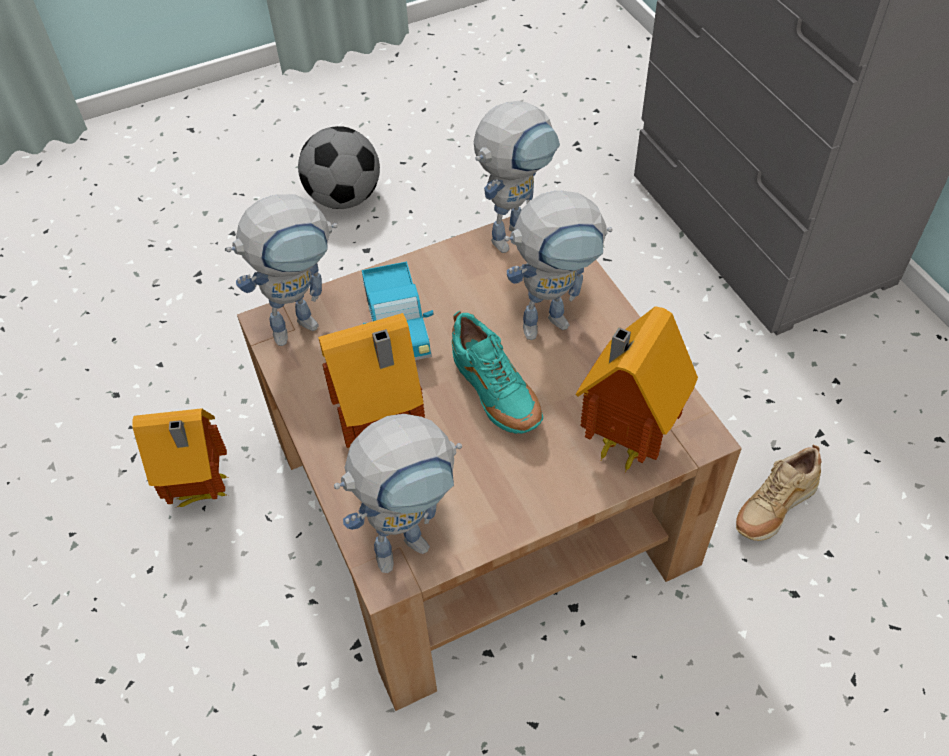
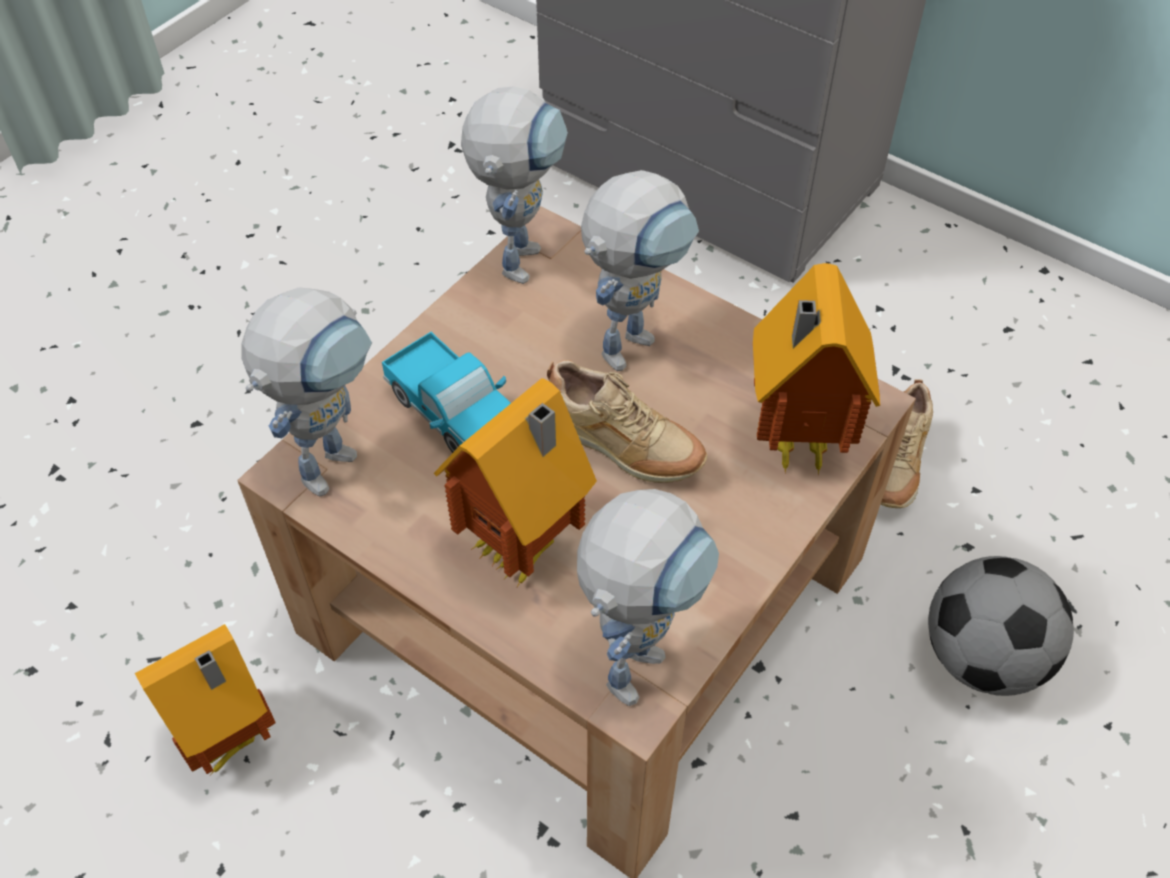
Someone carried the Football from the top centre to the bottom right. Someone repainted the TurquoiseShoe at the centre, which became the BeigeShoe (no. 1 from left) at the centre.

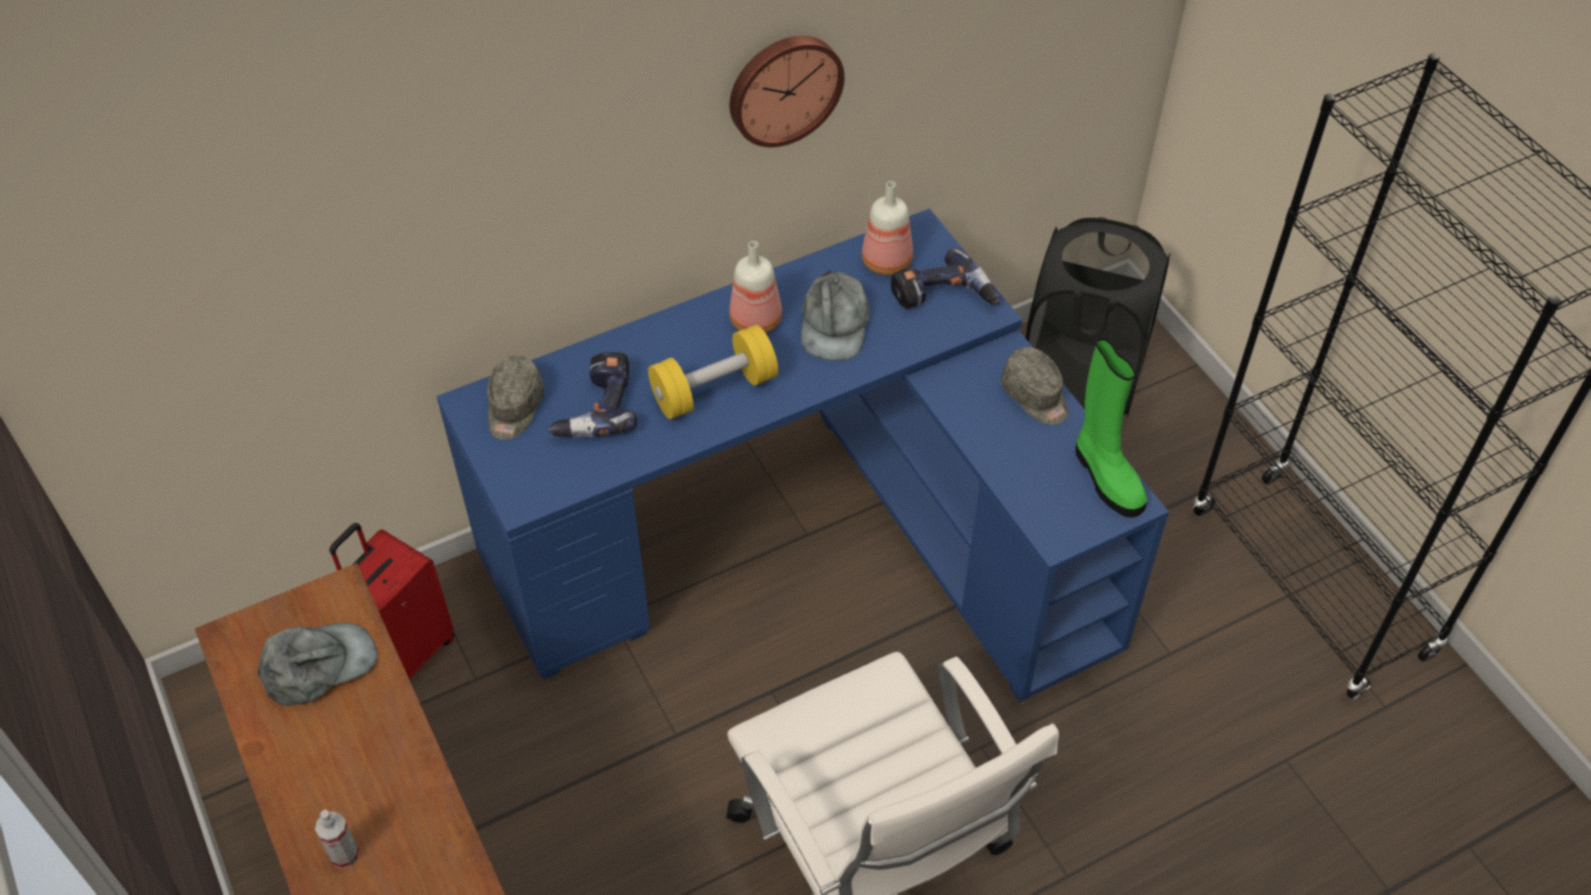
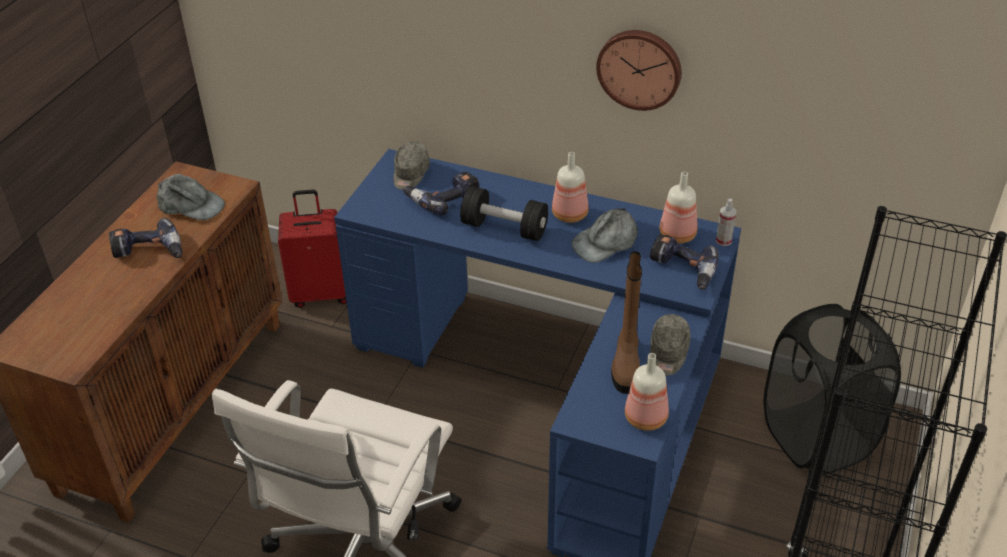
Someone put down the PowerDrill (no. 1 from left) at the middle left. Someone put down the BrownBoot at the centre. Someone carried the SprayBottle from the bottom left to the middle right. Someone swapped the GreenBoot at the middle right for the Bottle (no. 2 from left) at the bottom centre. Someone repainted the YellowDumbbell at the centre, which became the BlackDumbbell at the centre. Someone rotated the GreyCap (no. 2 from left) at the middle left by 45 degrees counterclockwise.

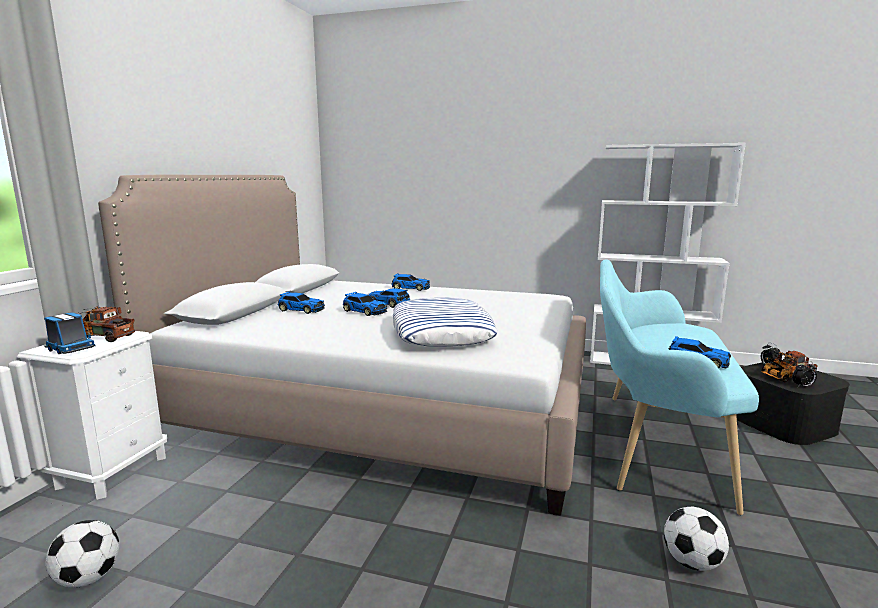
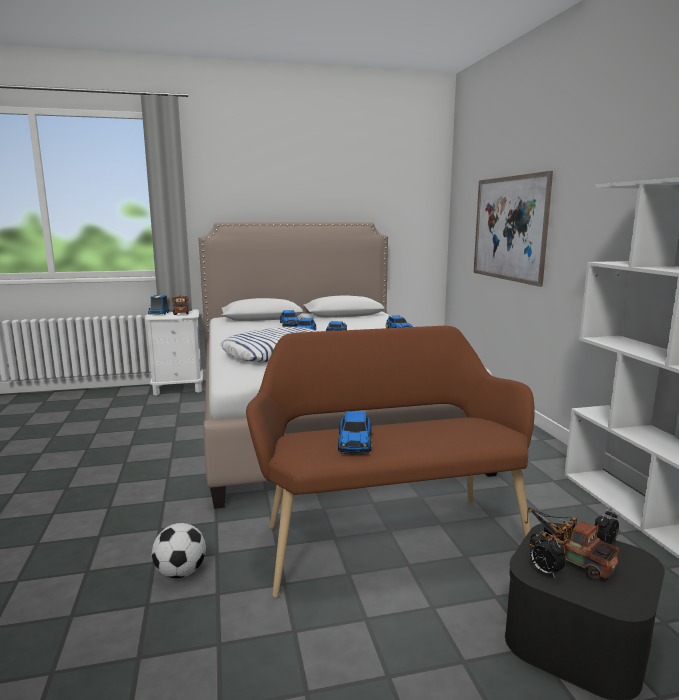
Someone took away the Football (no. 1 from left) at the bottom left. Someone put up the Picture at the top right. Someone repainted the TurquoiseBench at the middle right, which became the BrownBench at the centre.

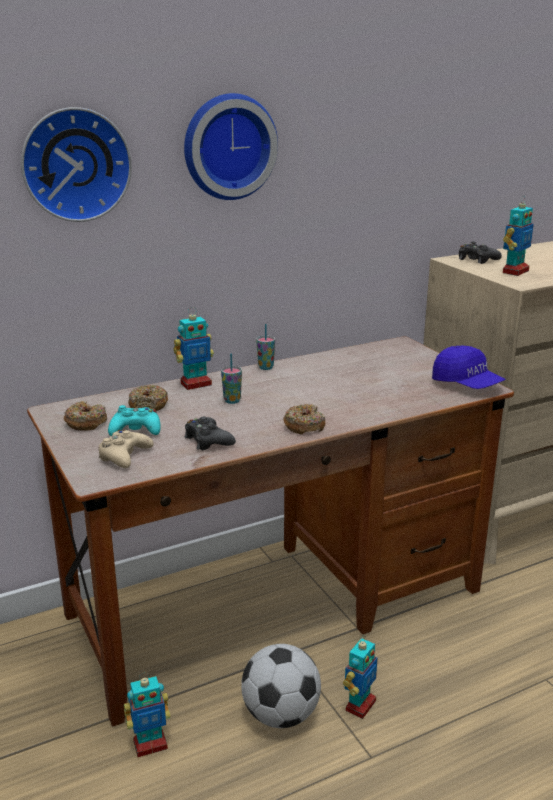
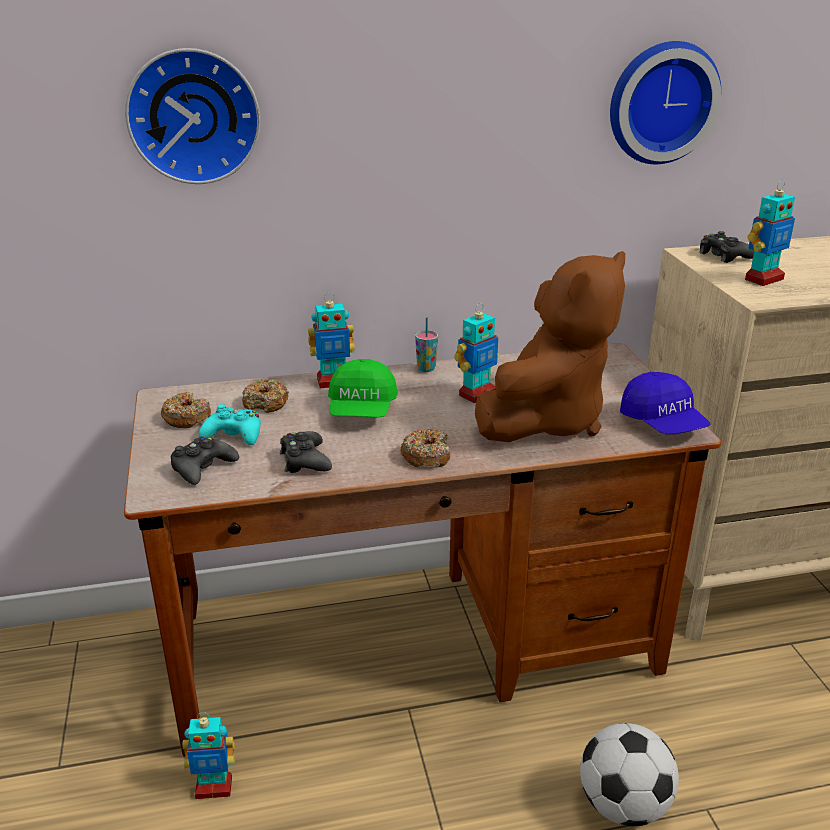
Someone put down the BrownPlushToy at the centre. Someone carried the WallClock (no. 2 from left) from the top centre to the top right. Someone carried the Football from the bottom centre to the bottom right. Someone carried the ToyRobot (no. 3 from left) from the bottom centre to the centre. Someone swapped the Cup (no. 1 from left) at the centre for the GreenCap at the centre. Someone repainted the BeigeGameController at the middle left, which became the BlackGameController (no. 1 from left) at the middle left.

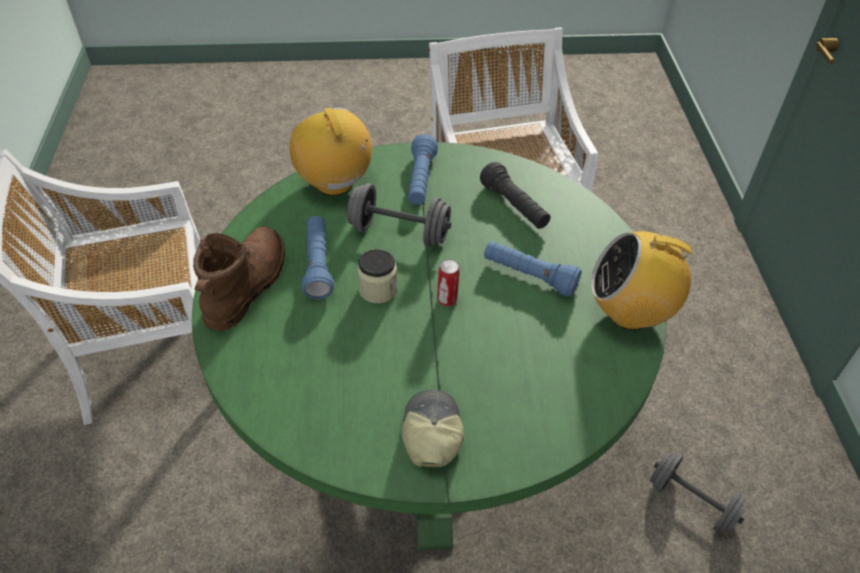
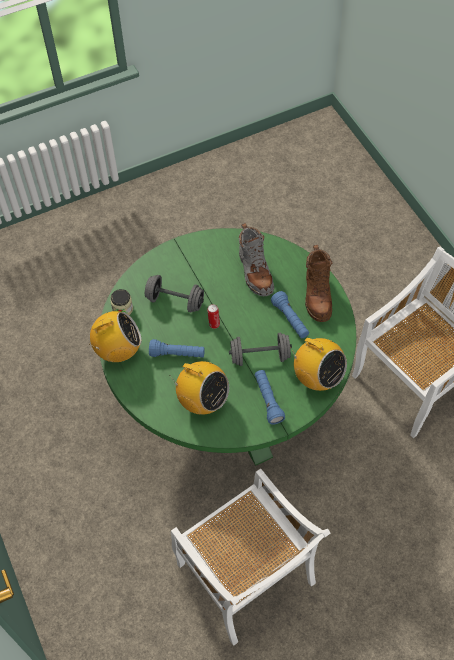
Someone took away the Cap at the bottom centre. Someone put down the GreyBoot at the centre. Someone carried the Jar from the centre to the middle left. Someone carried the GreyDumbbell (no. 2 from left in the first image) from the bottom right to the centre. Someone swapped the BlackFlashlight at the centre for the Radio (no. 2 from left) at the centre.

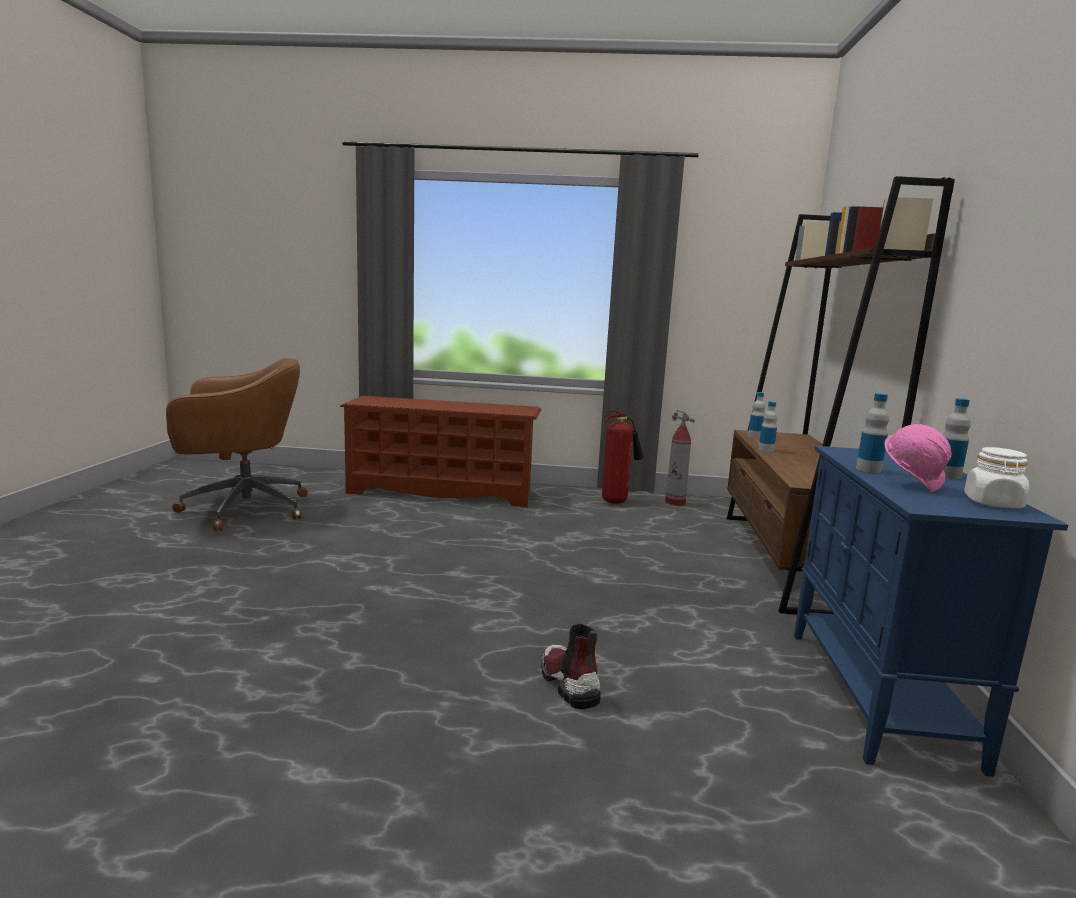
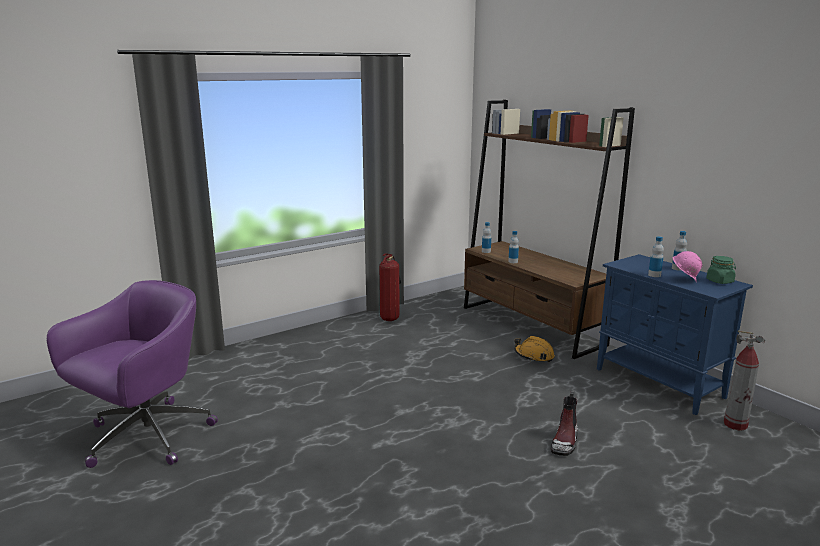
Someone took away the BrownShoeRack at the centre. Someone put down the OrangeHardHat at the centre. Someone carried the FireExtinguisher (no. 2 from left) from the centre to the bottom right. Someone repainted the BrownOfficeChair at the middle left, which became the PurpleOfficeChair at the bottom left. Someone repainted the WhiteJar at the middle right, which became the GreenJar at the middle right. Someone rotated the Boot at the bottom centre by 90 degrees counterclockwise.

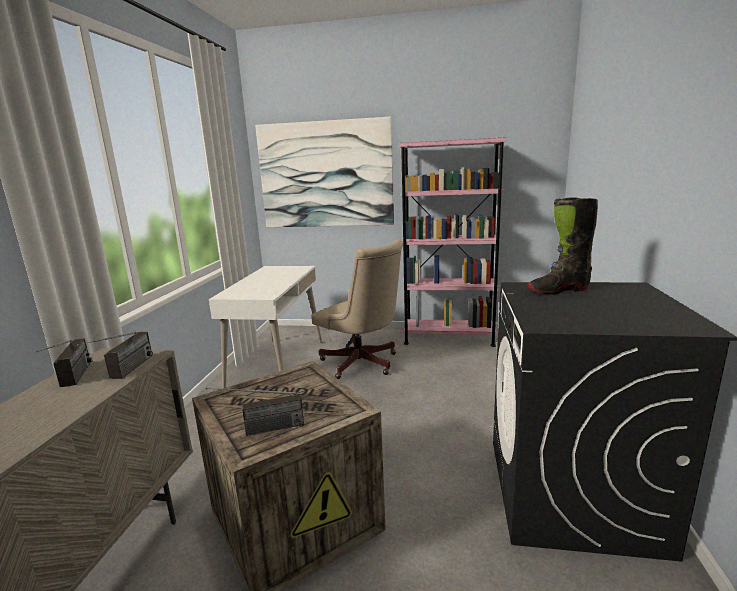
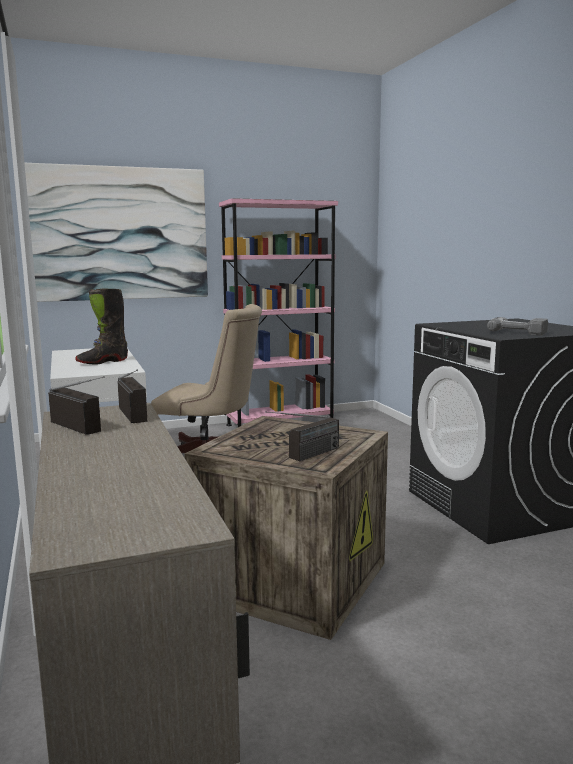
Someone put down the PowerDrill at the middle right. Someone carried the BlackBoot from the middle right to the middle left.

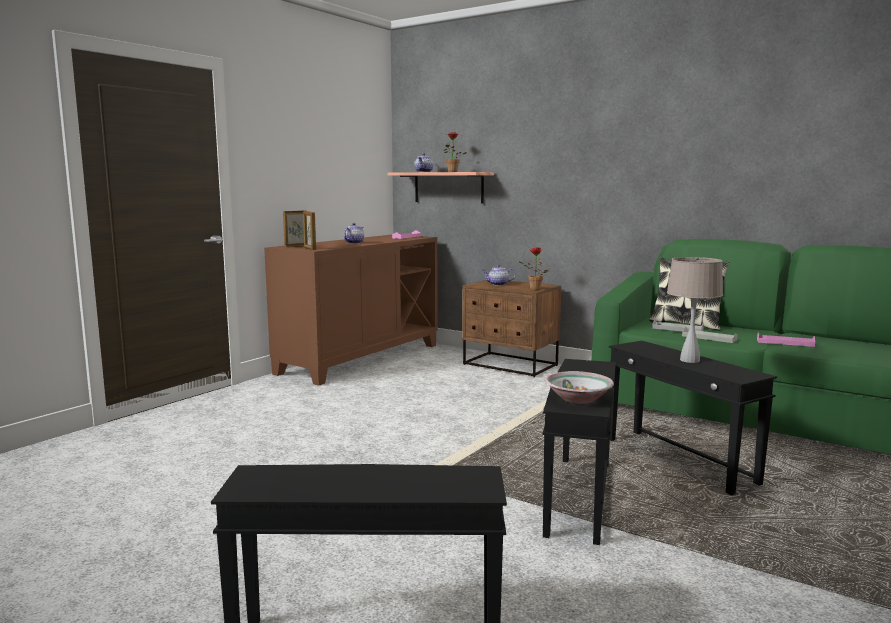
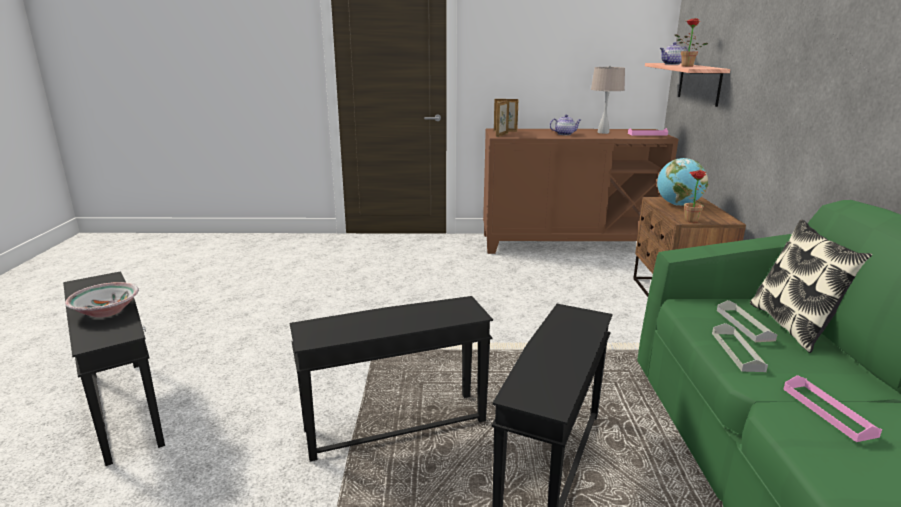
Someone carried the Bowl from the centre to the middle left. Someone carried the BeigeTableLamp from the middle right to the top right. Someone swapped the Teapot (no. 3 from left) at the centre for the Globe at the middle right.

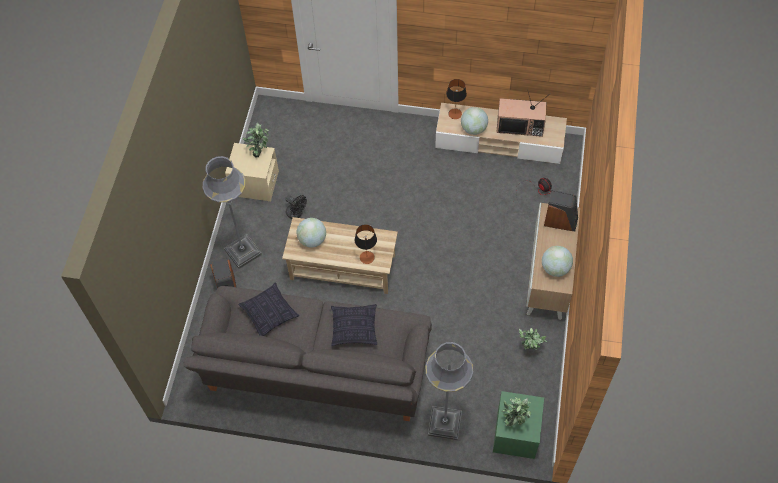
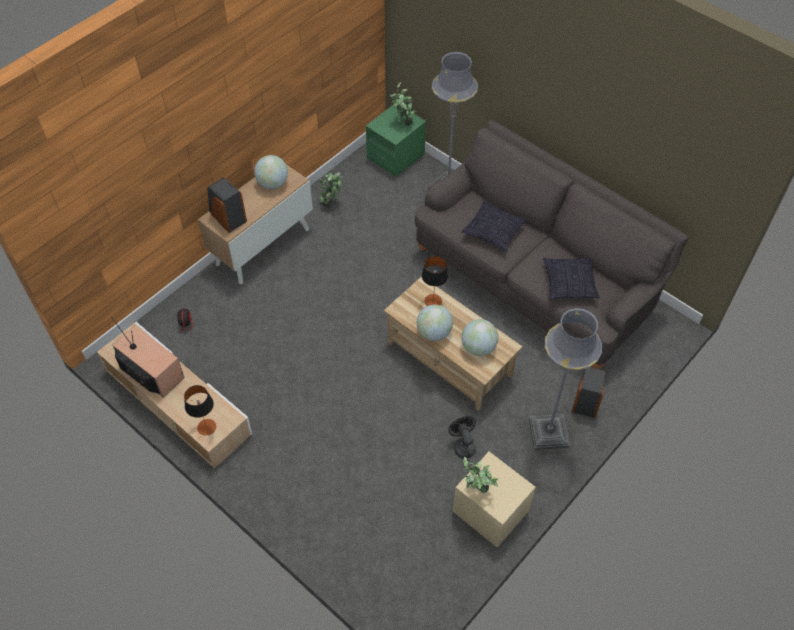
Someone carried the Globe (no. 2 from left) from the top centre to the centre.

